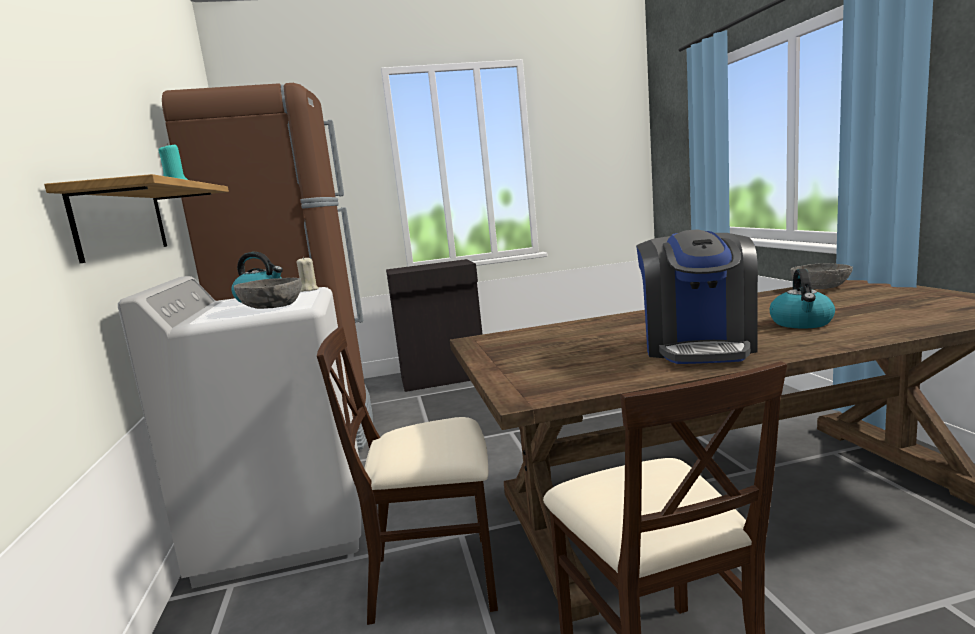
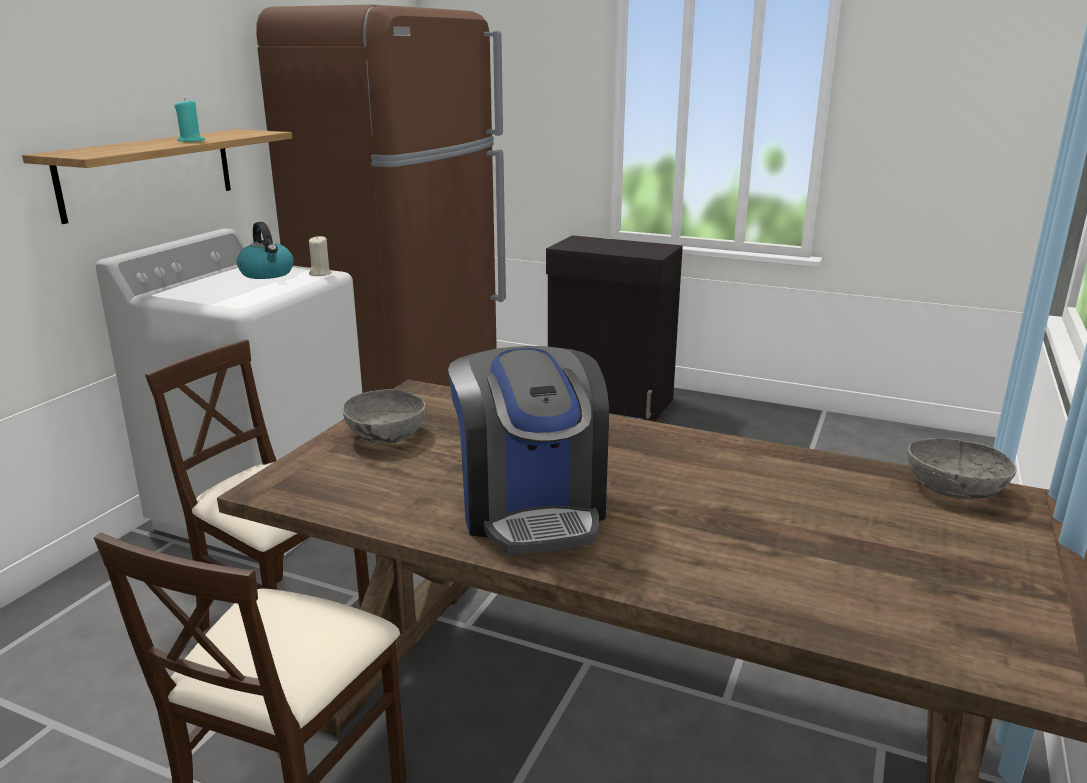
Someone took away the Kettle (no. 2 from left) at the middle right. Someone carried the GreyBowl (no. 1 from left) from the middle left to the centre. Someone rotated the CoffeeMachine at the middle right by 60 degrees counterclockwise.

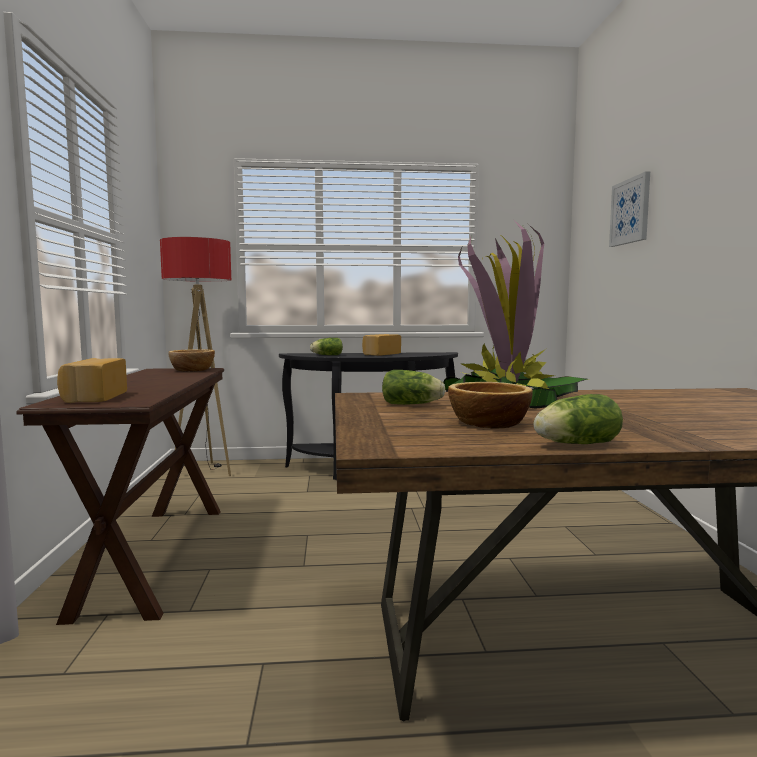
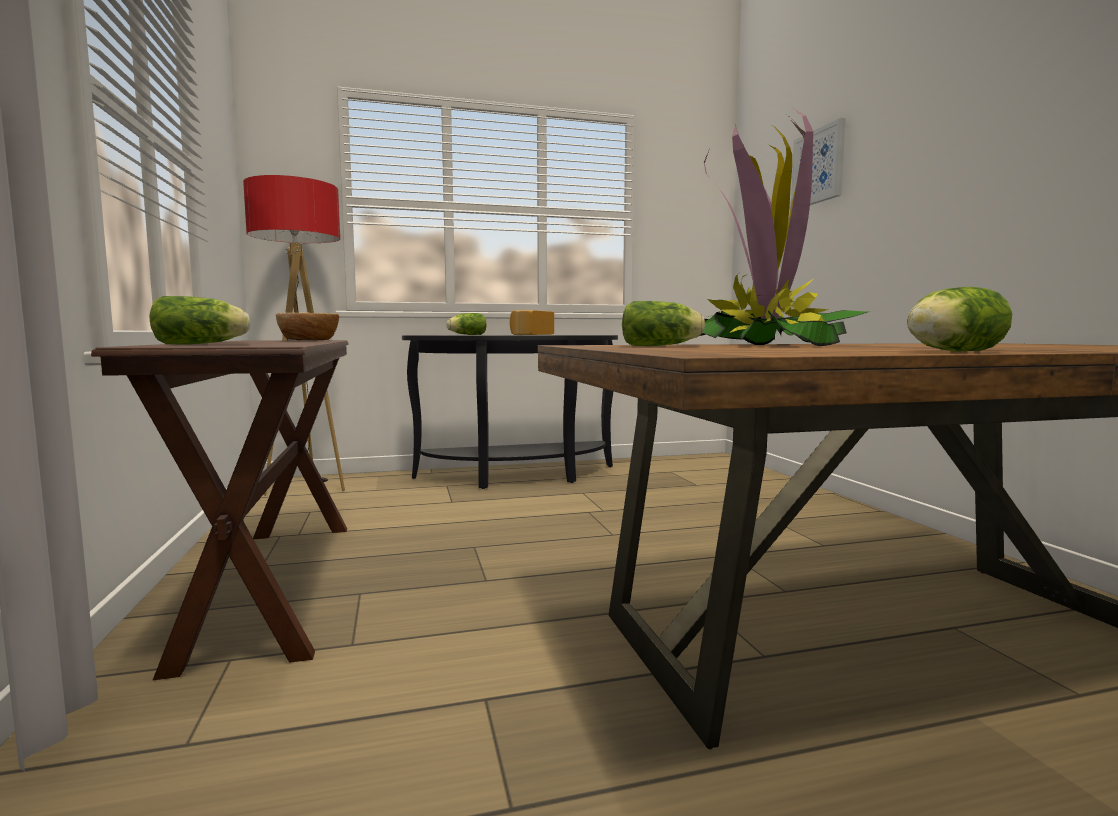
Someone took away the Bowl (no. 2 from left) at the centre. Someone swapped the Bread (no. 1 from left) at the middle left for the Lettuce (no. 1 from left) at the middle left.

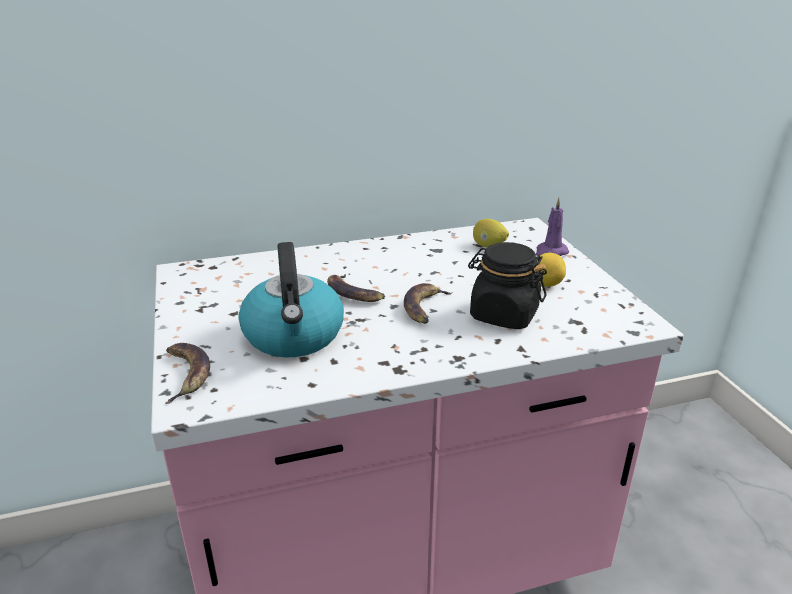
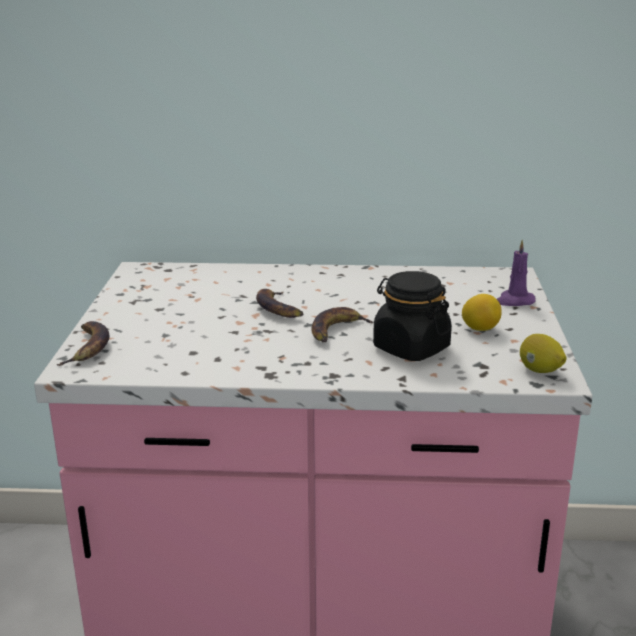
Someone took away the Kettle at the centre. Someone carried the Lemon (no. 1 from left in the first image) from the centre to the middle right.

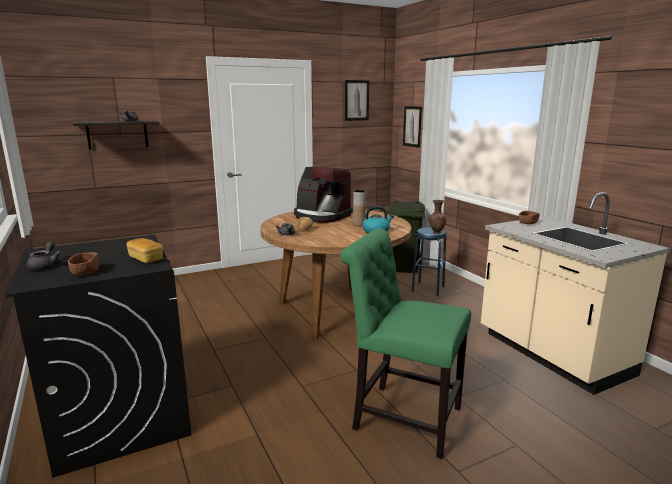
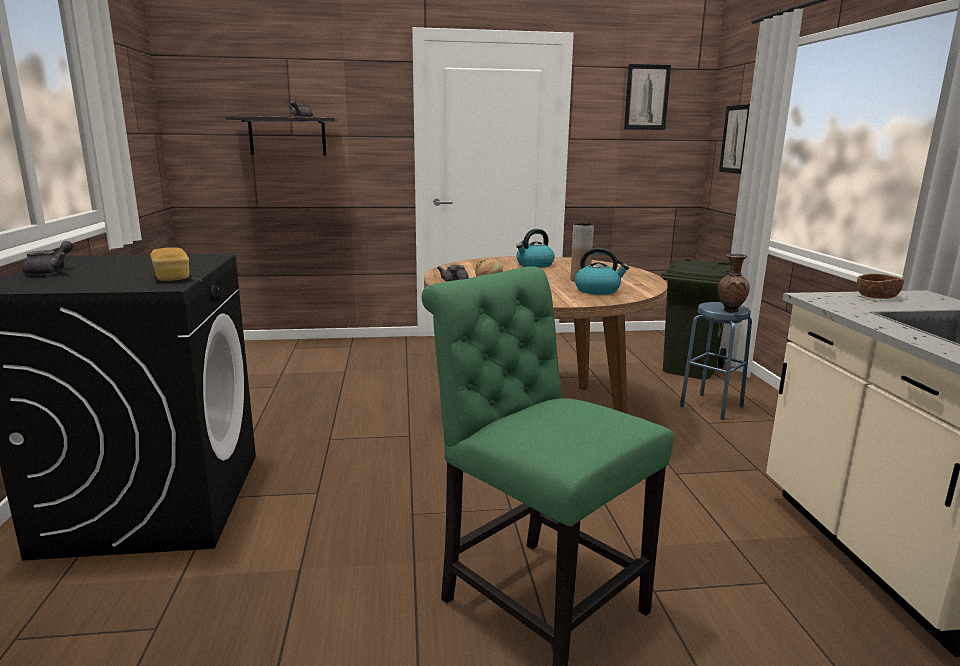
Someone took away the BrownBowl (no. 1 from left) at the middle left. Someone swapped the CoffeeMachine at the centre for the Kettle (no. 1 from left) at the centre.

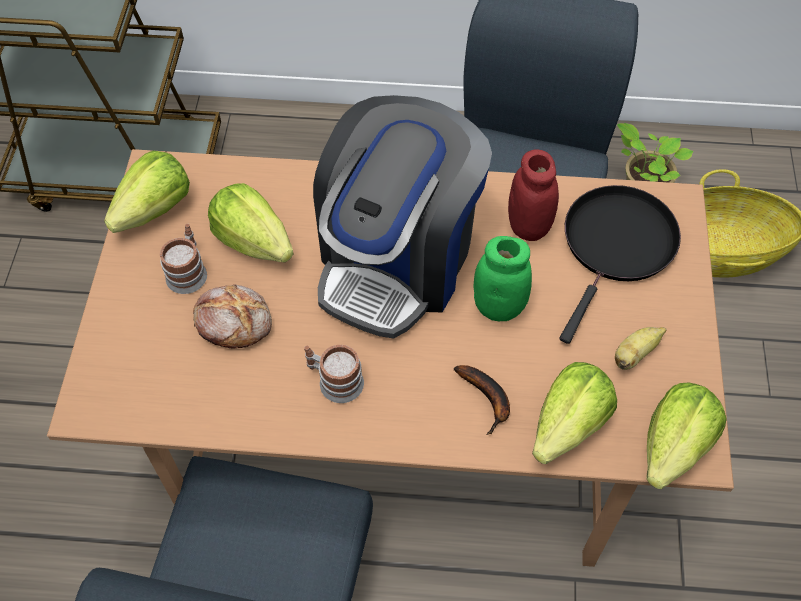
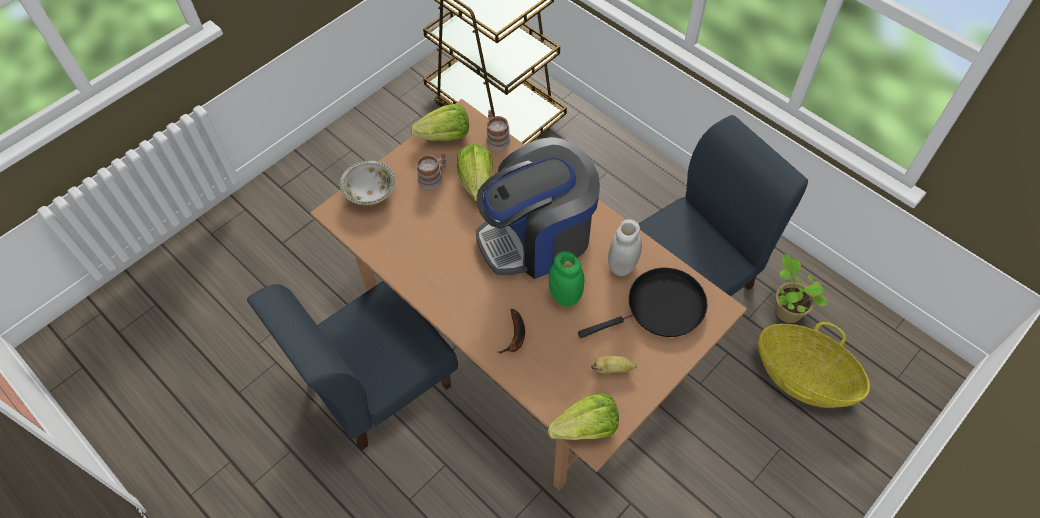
Someone took away the Bread at the middle left. Someone took away the Lettuce (no. 3 from left) at the bottom right. Someone put down the Bowl at the centre. Someone carried the Mug (no. 2 from left) from the centre to the top centre. Someone repainted the RedJar at the top centre, which became the WhiteJar at the centre.

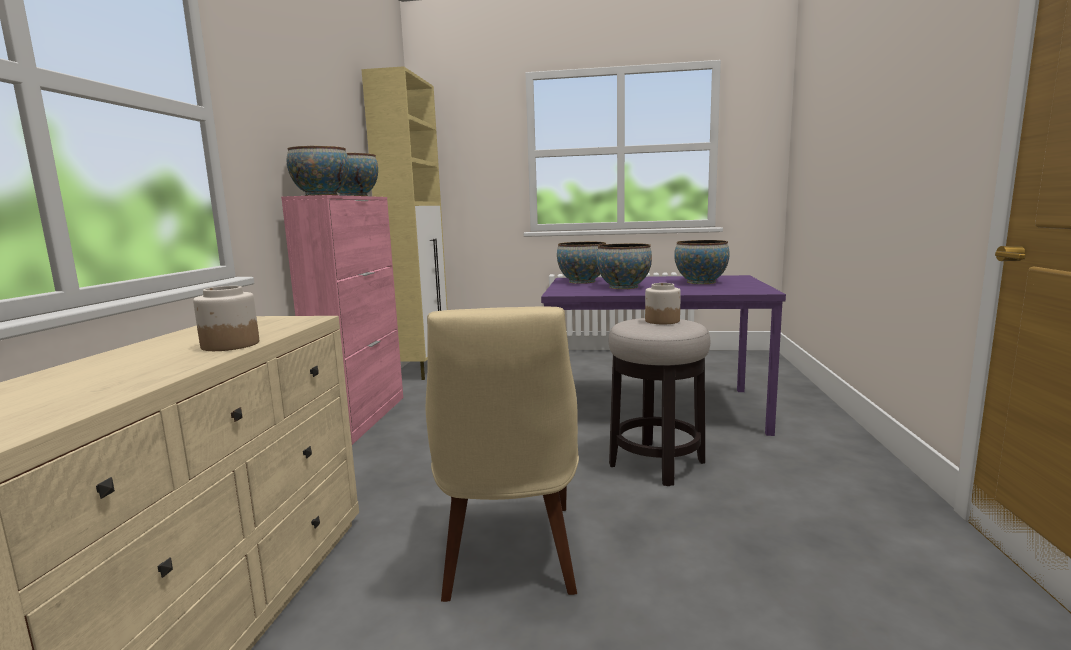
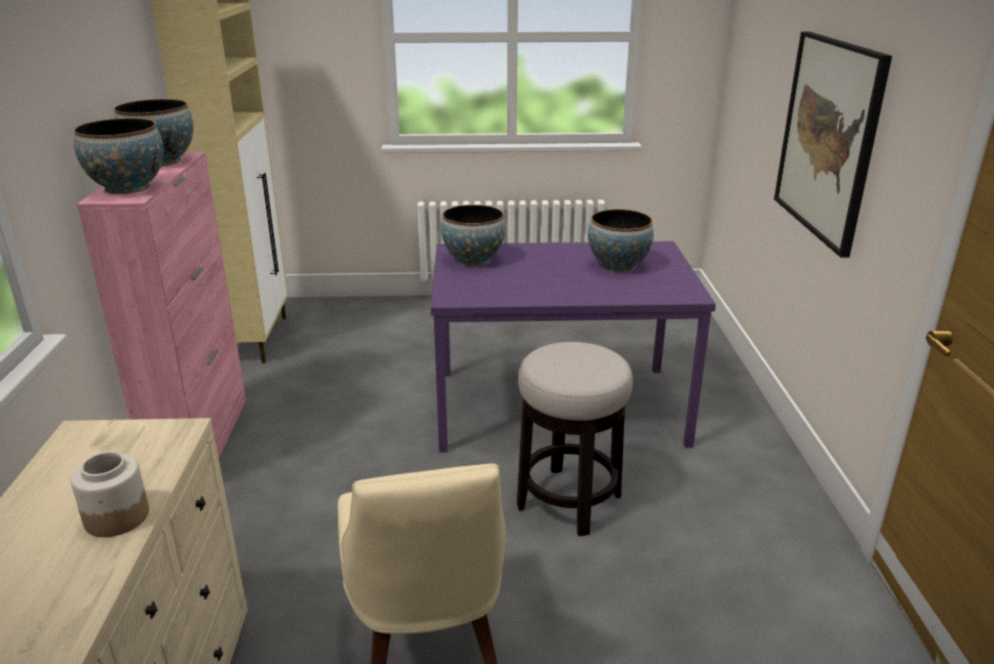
Someone took away the Bowl (no. 4 from left) at the centre. Someone took away the Jar (no. 2 from left) at the centre. Someone put up the Picture at the top right.

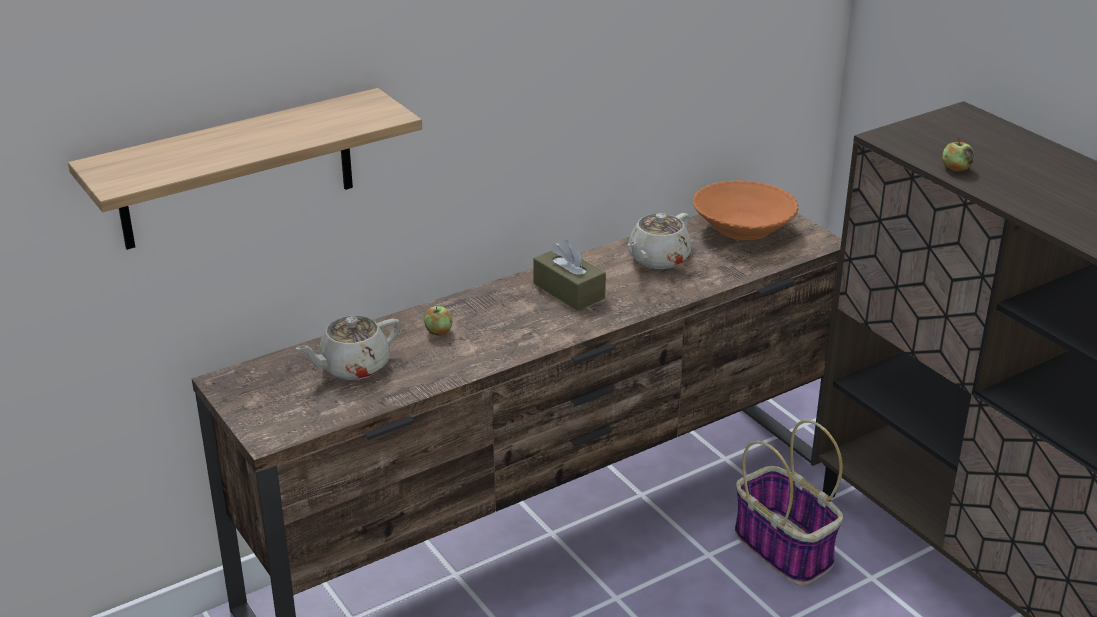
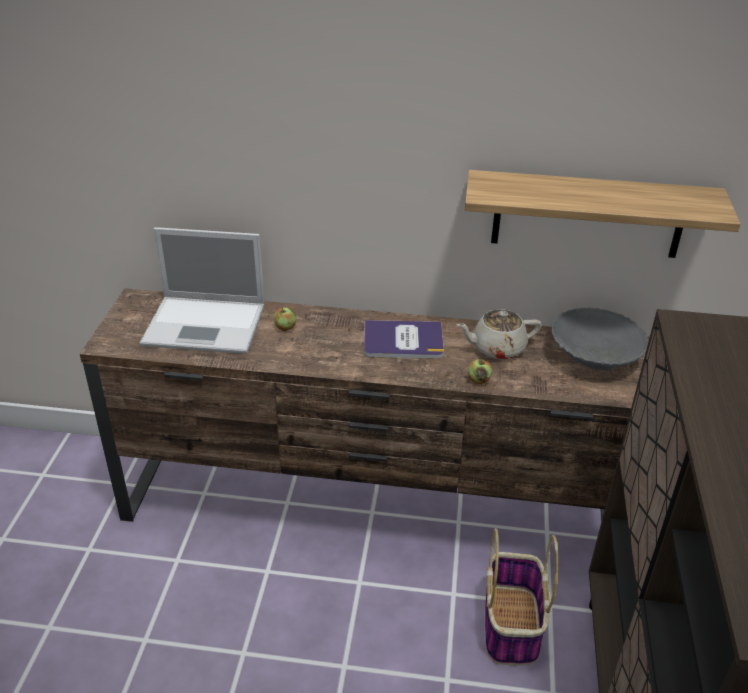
Someone carried the Shelf from the top left to the top right. Someone carried the Apple (no. 2 from left) from the top right to the centre. Someone swapped the BeigeTeapot (no. 1 from left) at the middle left for the Laptop at the middle left. Someone swapped the BrownTissueBox at the centre for the Book at the centre. Someone repainted the OrangeBowl at the middle right, which became the GreyBowl at the middle right.

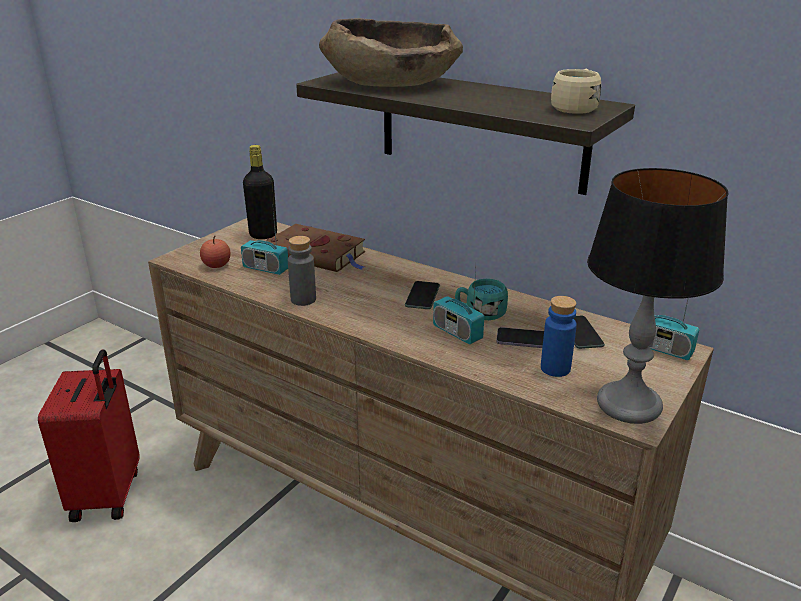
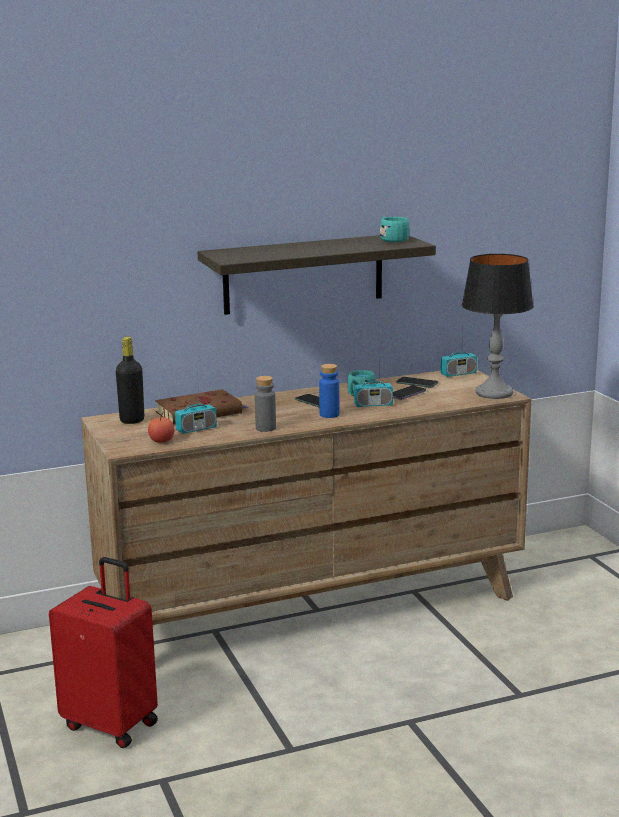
Someone took away the BrownBowl at the top centre. Someone carried the BlueBottle from the middle right to the centre. Someone repainted the BeigeMug at the top right, which became the TurquoiseMug (no. 2 from left) at the top centre.

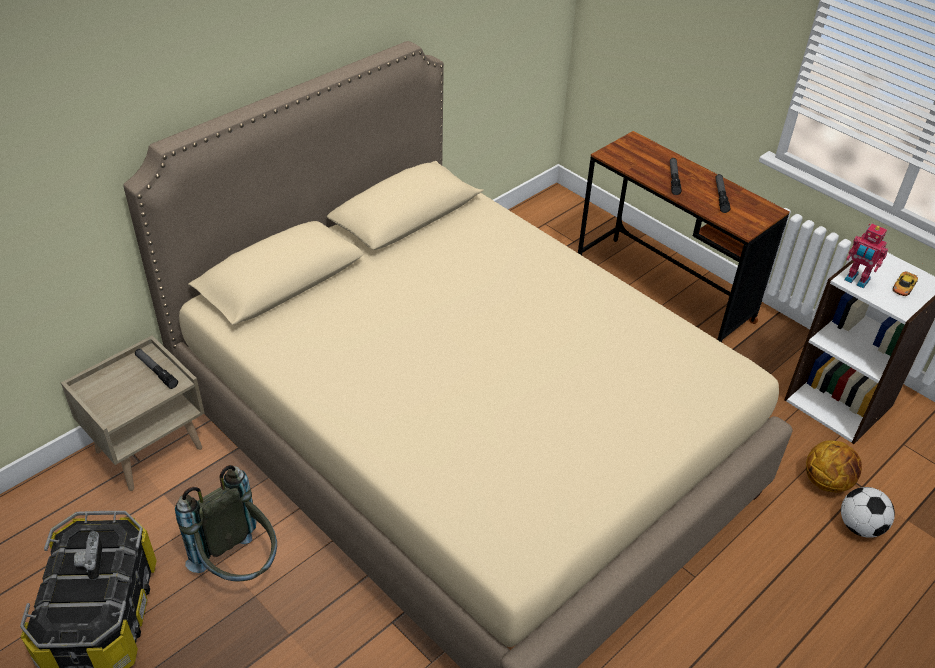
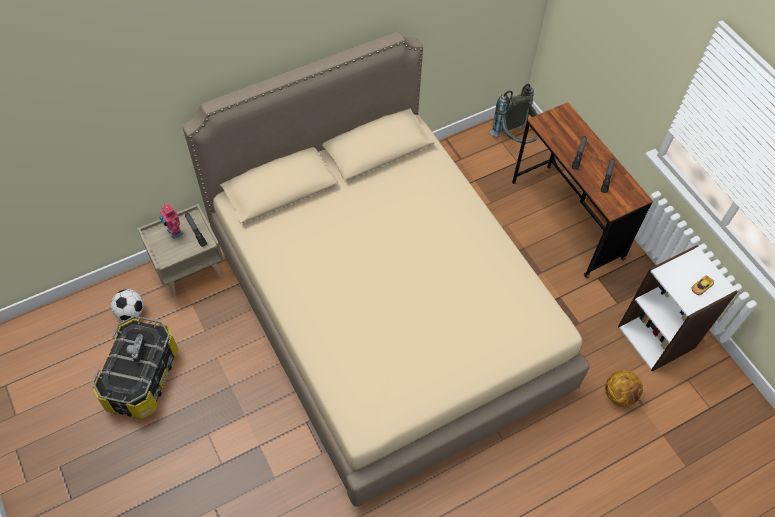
Someone carried the GreyBackpack from the bottom left to the top centre. Someone carried the Football from the bottom right to the middle left. Someone carried the ToyRobot from the middle right to the middle left.

